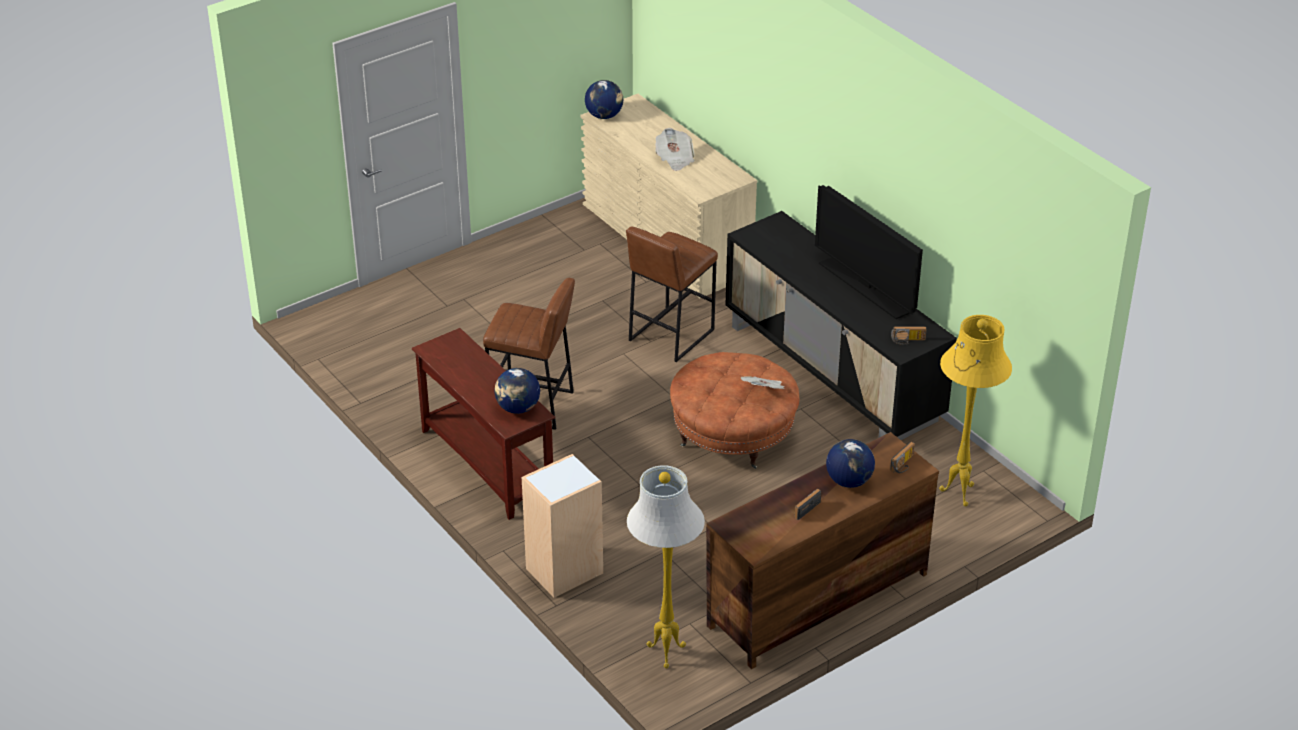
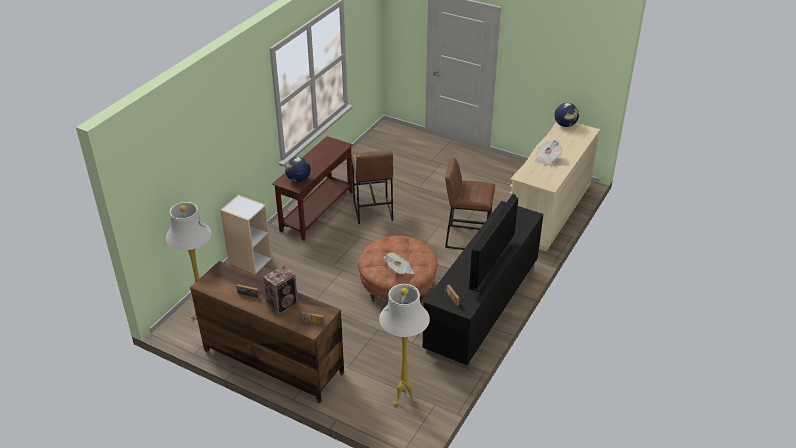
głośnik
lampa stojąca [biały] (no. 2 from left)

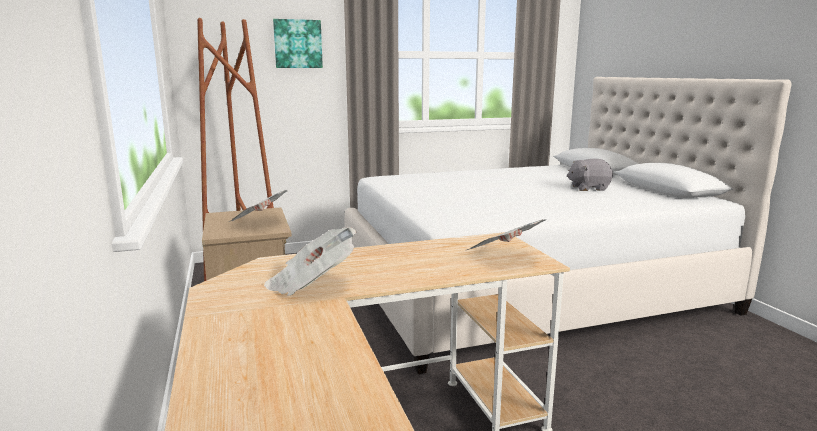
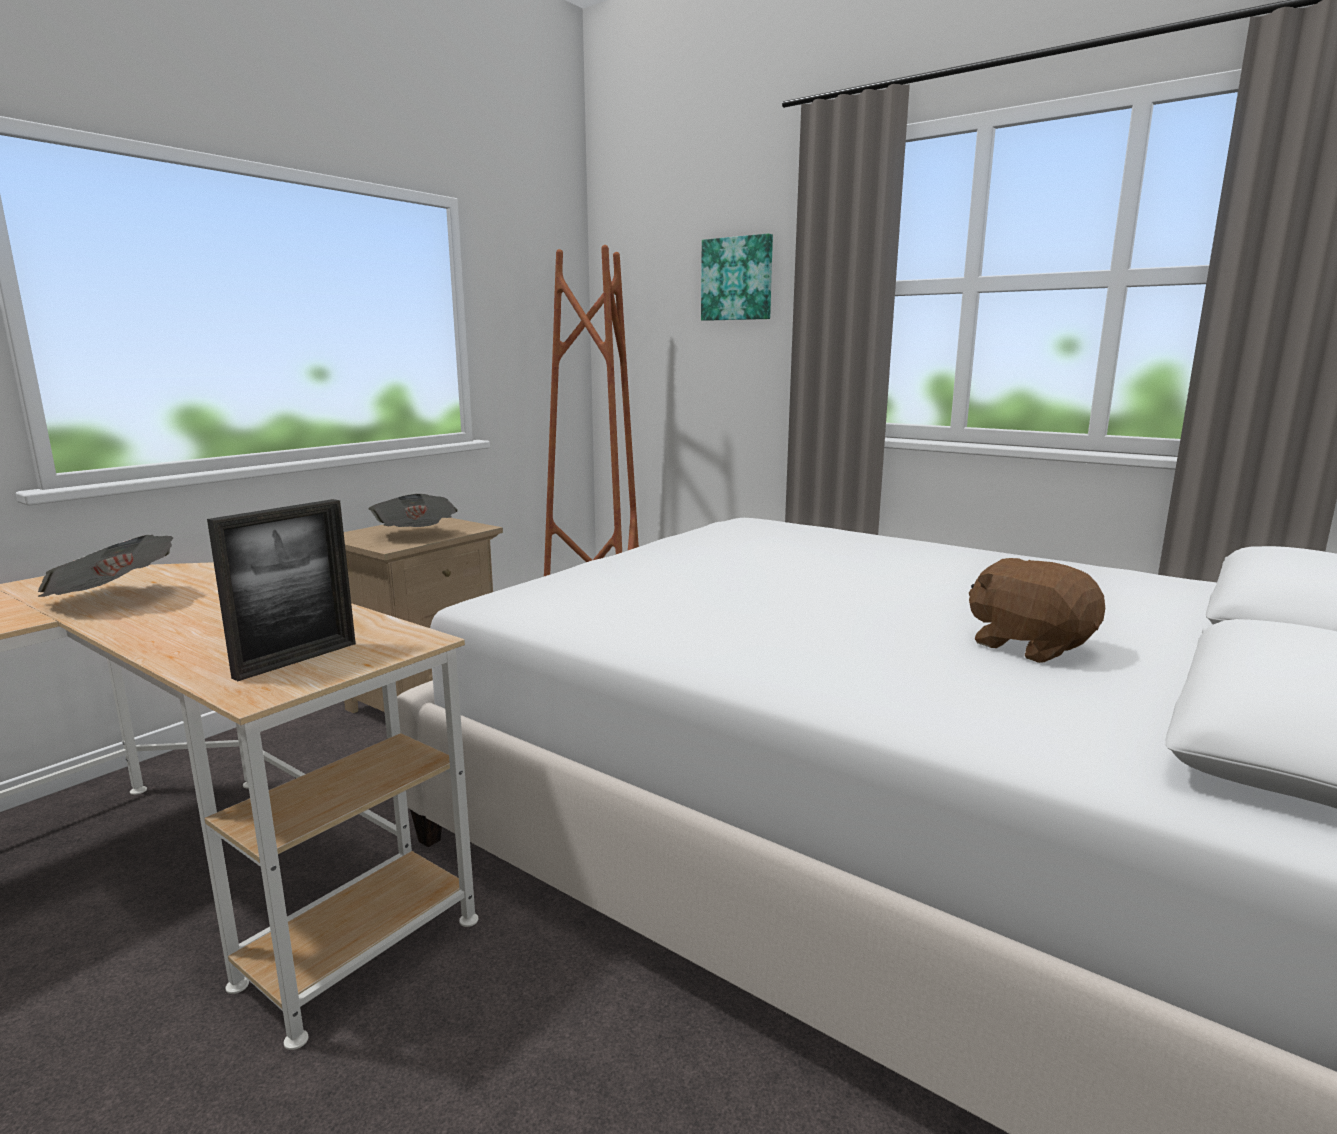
ramka na zdjęcie
pluszak [brązowy]

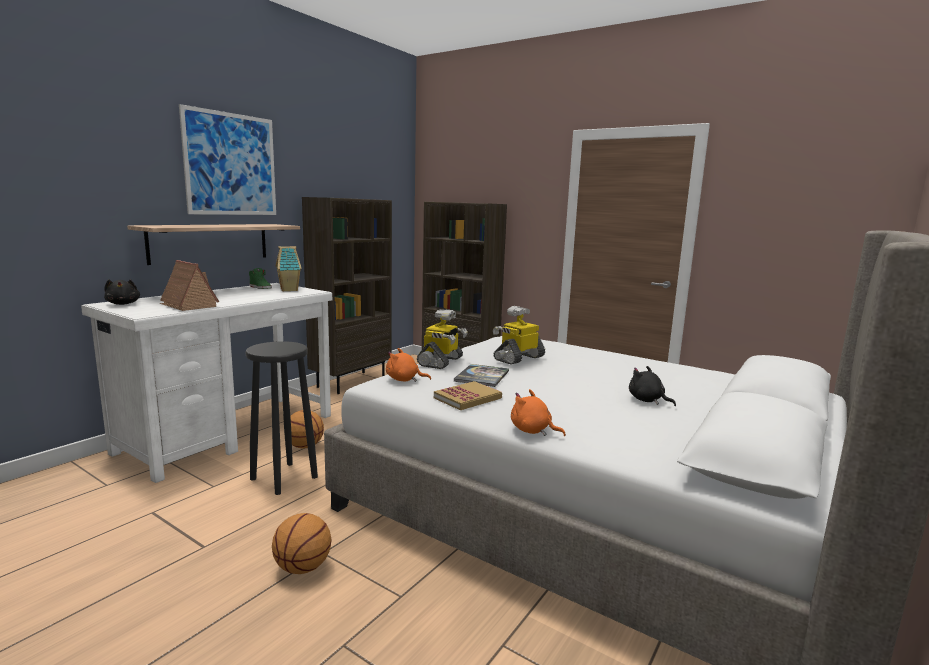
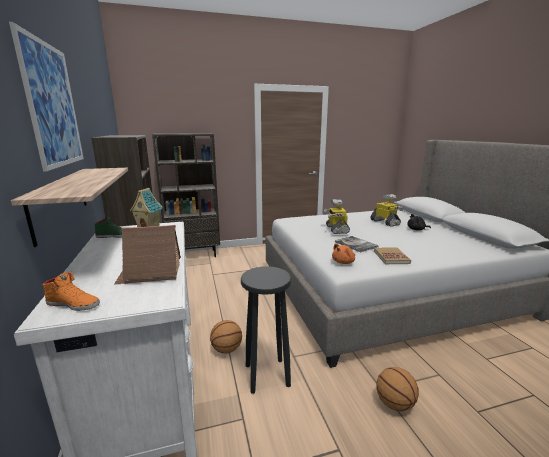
pluszak [pomarańczowy] (no. 2 from left in the first image)
robot zabawkowy (no. 2 from left)
but [pomarańczowy]

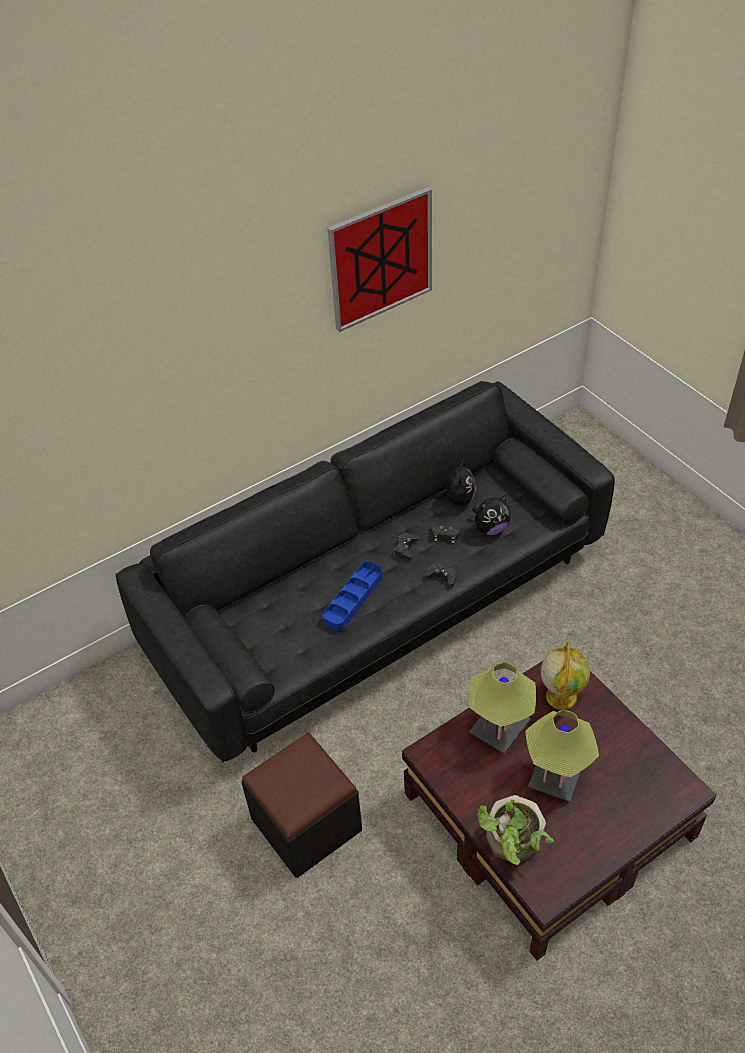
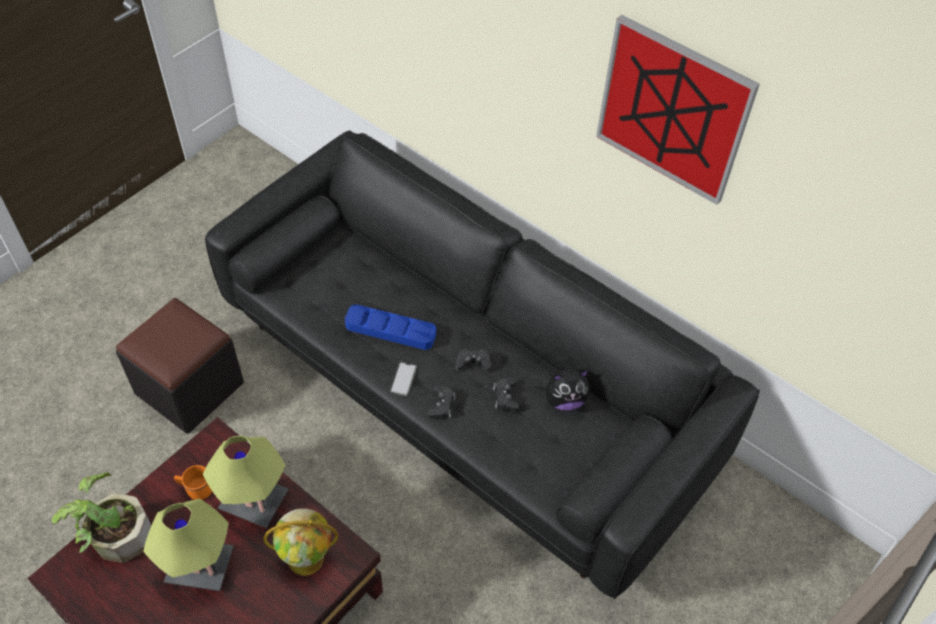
pluszak (no. 2 from left in the first image)
kubek [pomarańczowy]
telefon

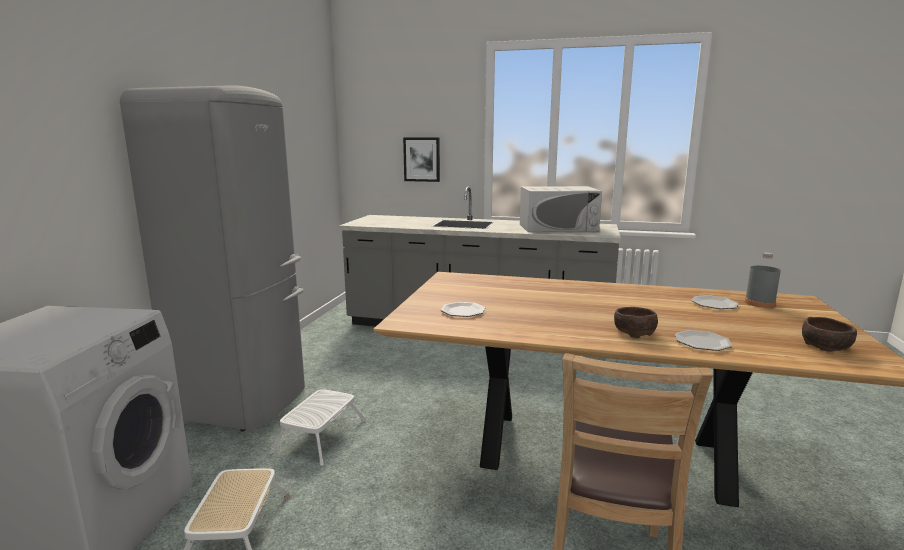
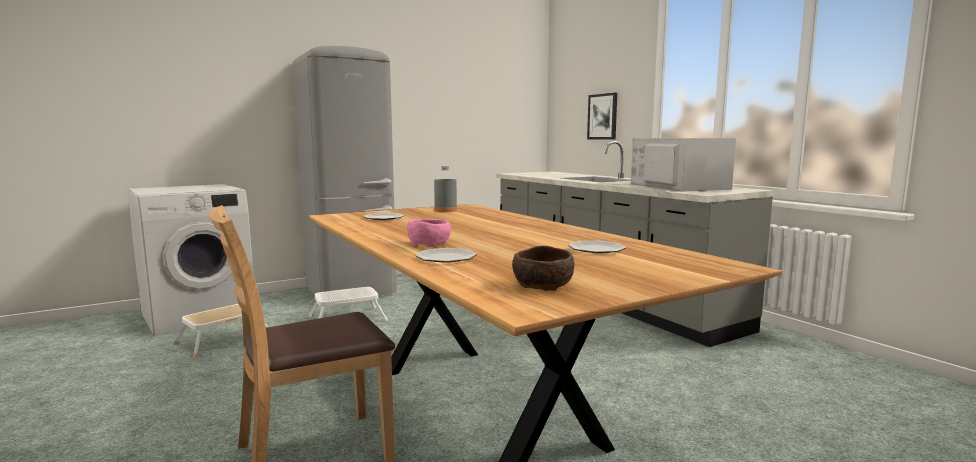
butelka [szary]
miska [różowy]
mikrofalówka [biały]

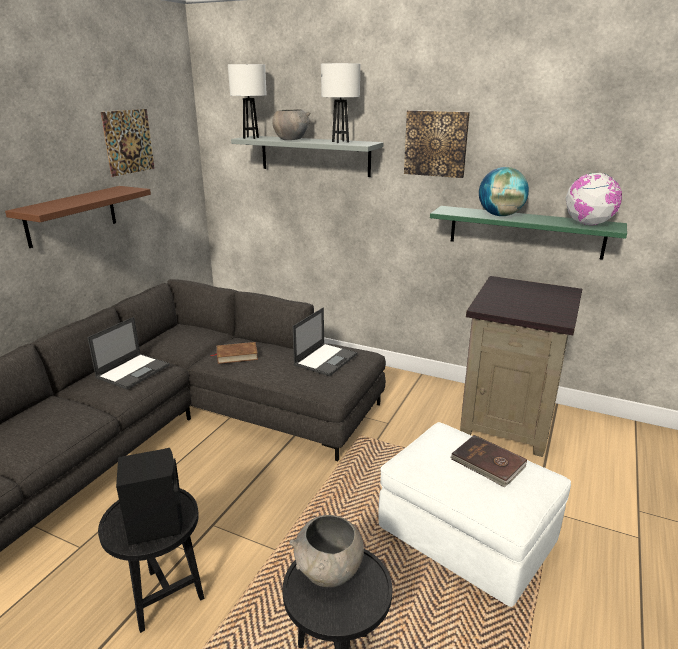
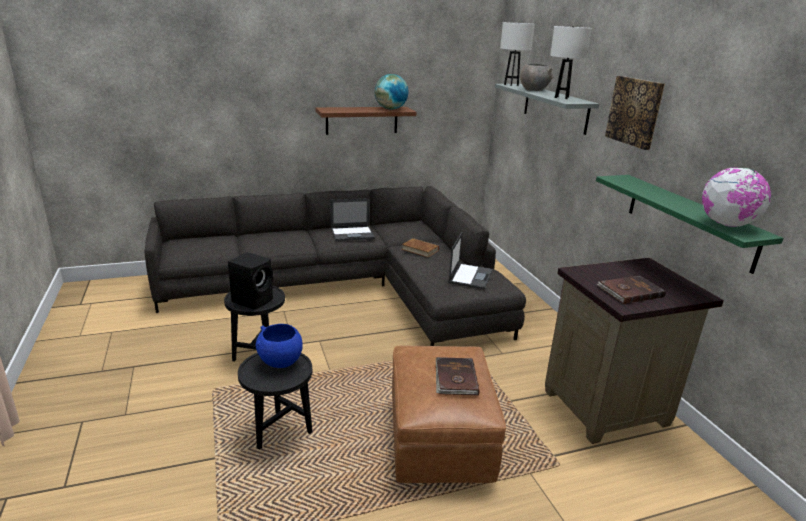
obraz (no. 1 from left in the first image)
książka [brązowy] (no. 3 from left)
globus (no. 1 from left)
miska [niebieski]
pufa [brązowy]
laptop (no. 2 from left)

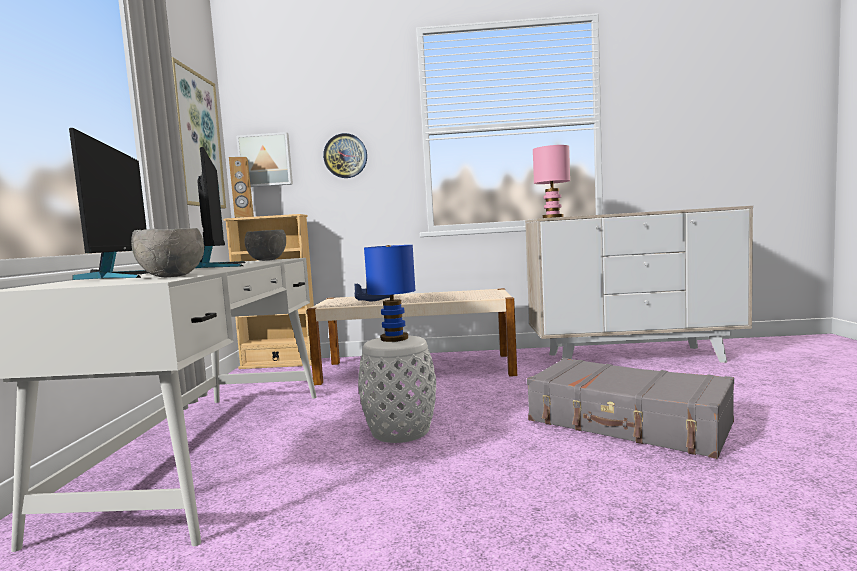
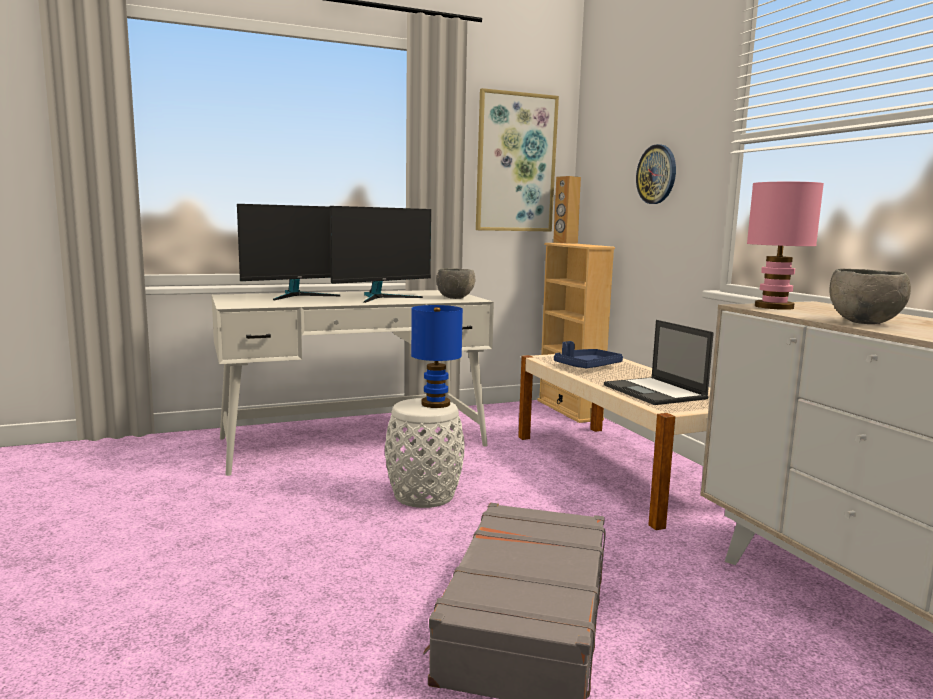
obraz (no. 2 from left in the first image)
laptop
miska [szary] (no. 2 from left)

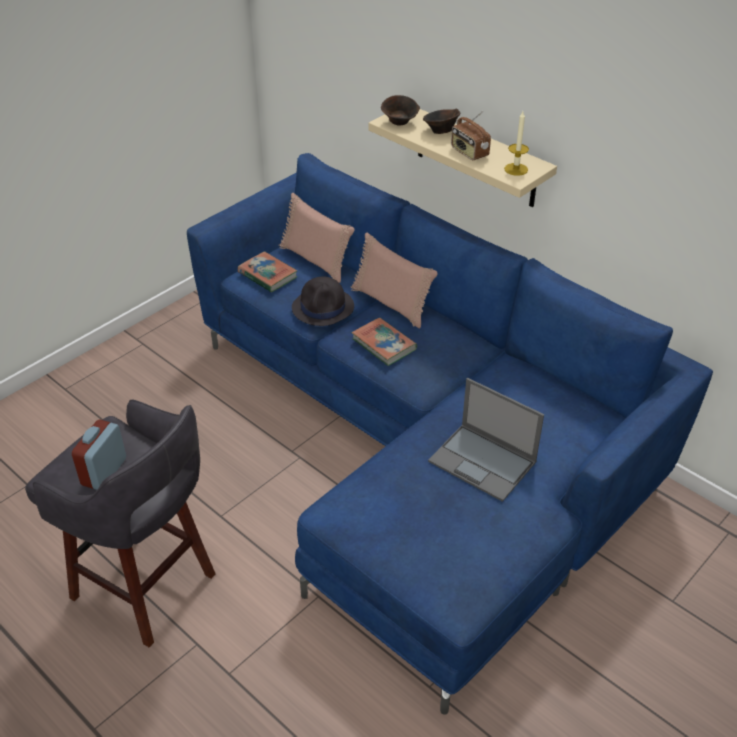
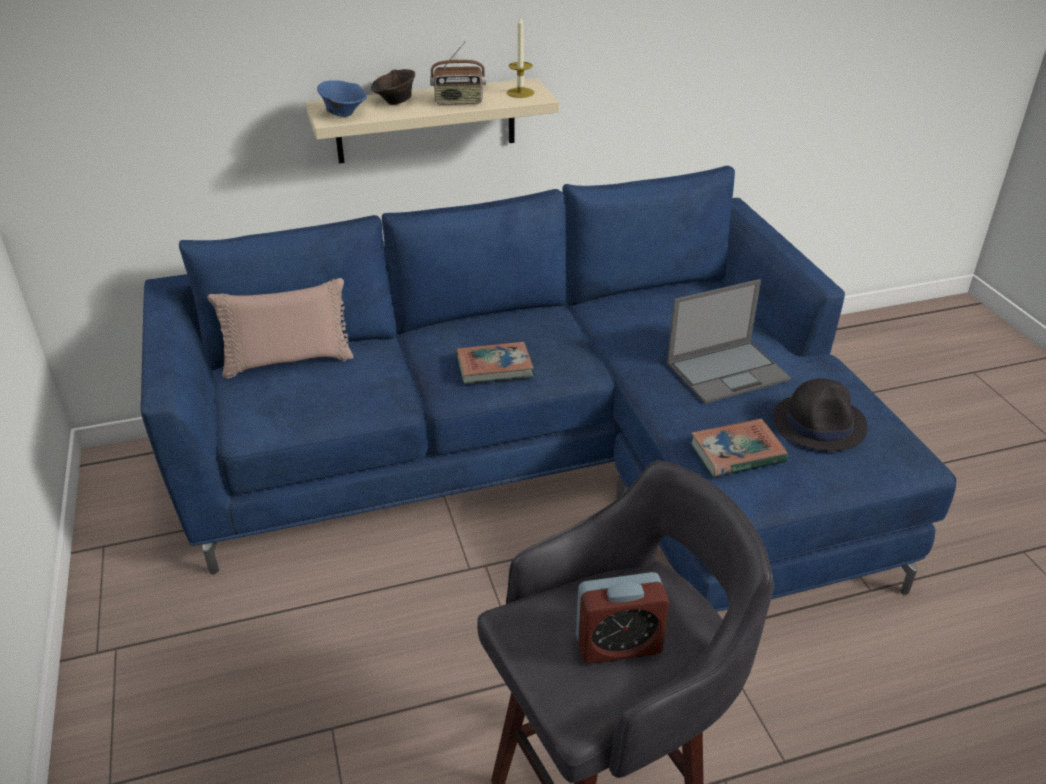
poduszka [beżowy] (no. 2 from left in the first image)
książka (no. 2 from left)
kapelusz [czarny]
miska [niebieski]
budzik

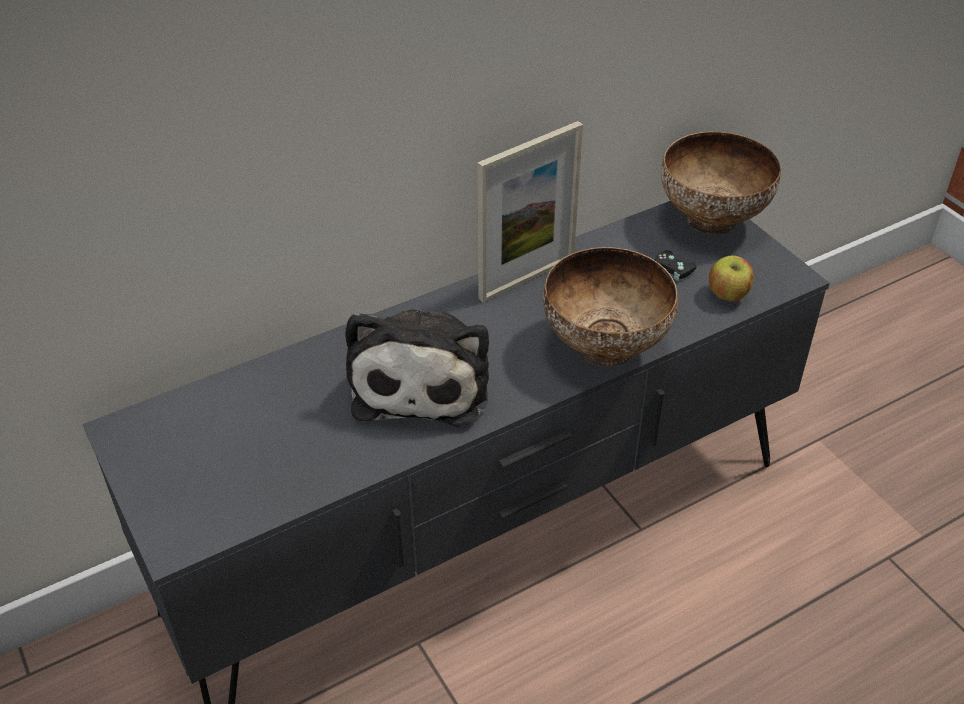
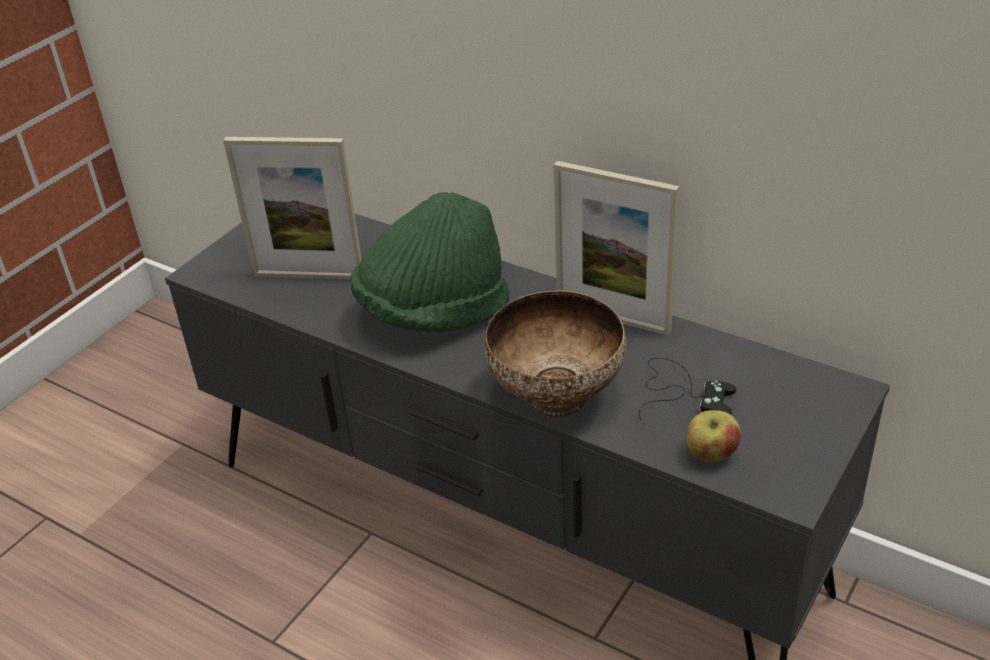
miska (no. 2 from left in the first image)
ramka na zdjęcie (no. 1 from left)
kapelusz [zielony]

